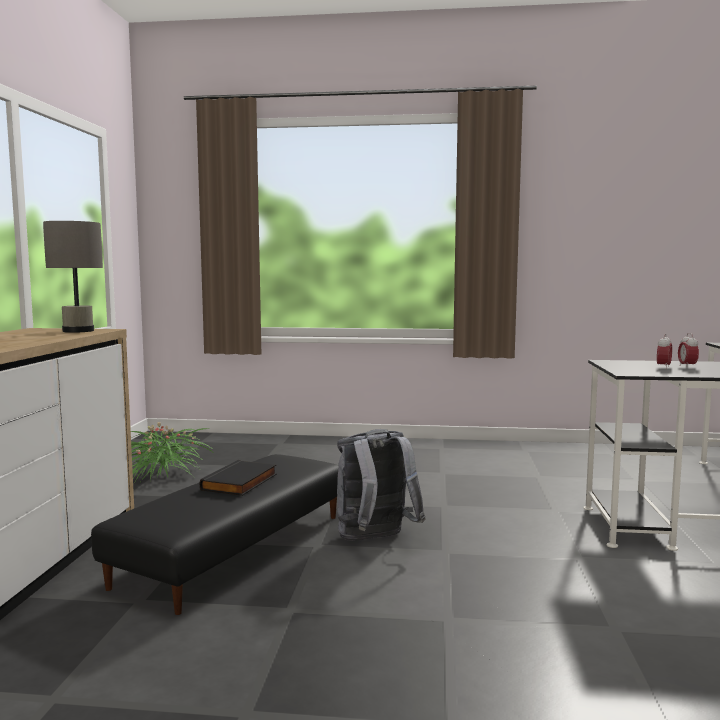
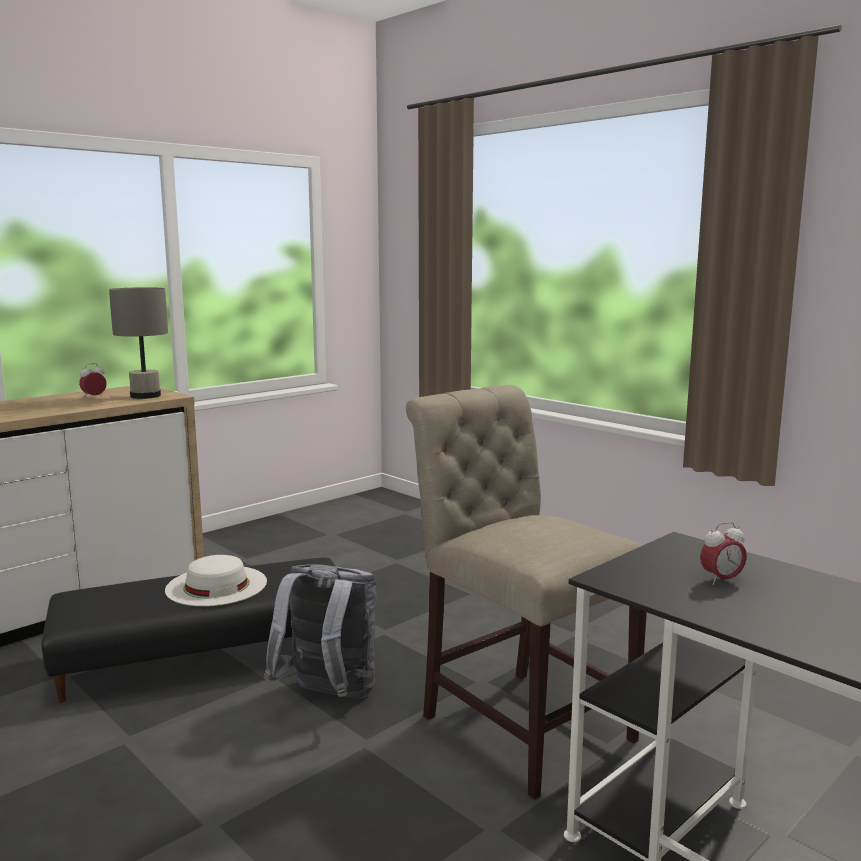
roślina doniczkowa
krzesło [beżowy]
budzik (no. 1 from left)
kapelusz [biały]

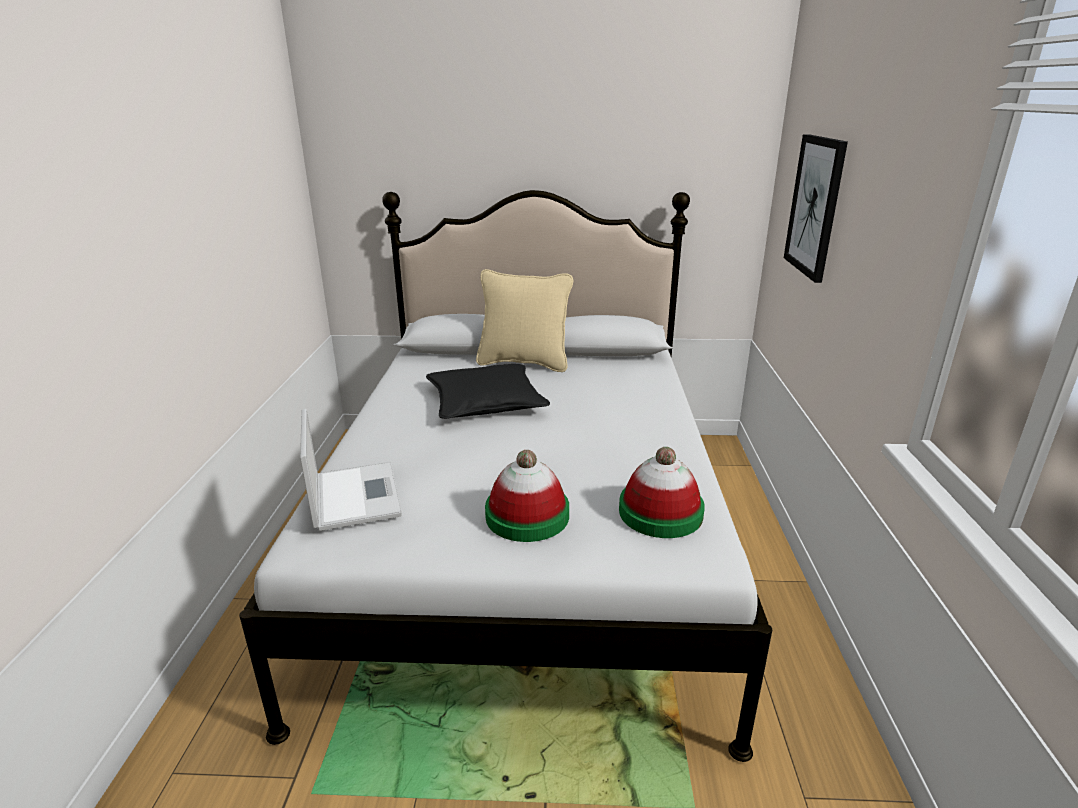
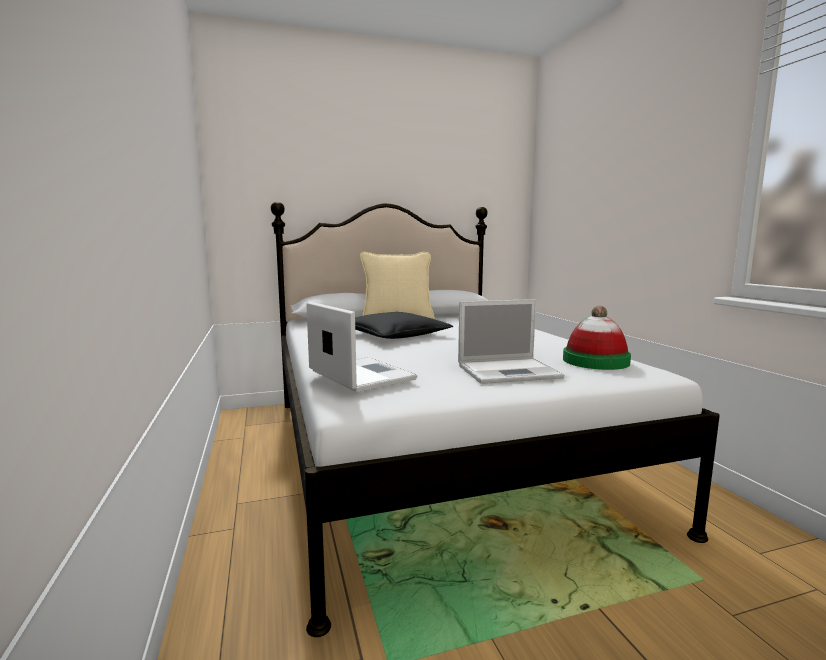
obraz
laptop (no. 2 from left)

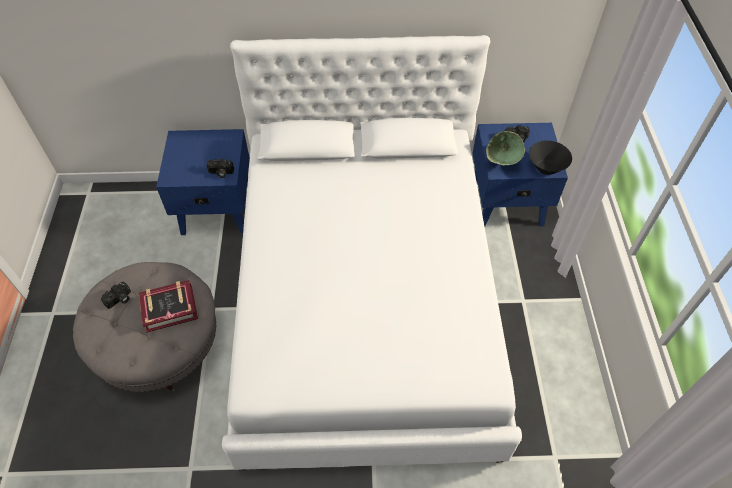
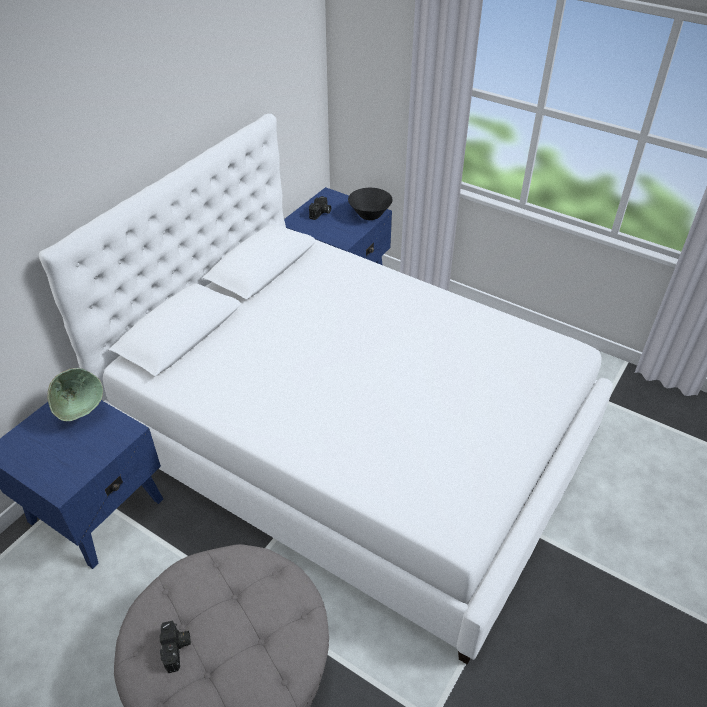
książka
aparat fotograficzny (no. 2 from left in the first image)
miska [zielony]

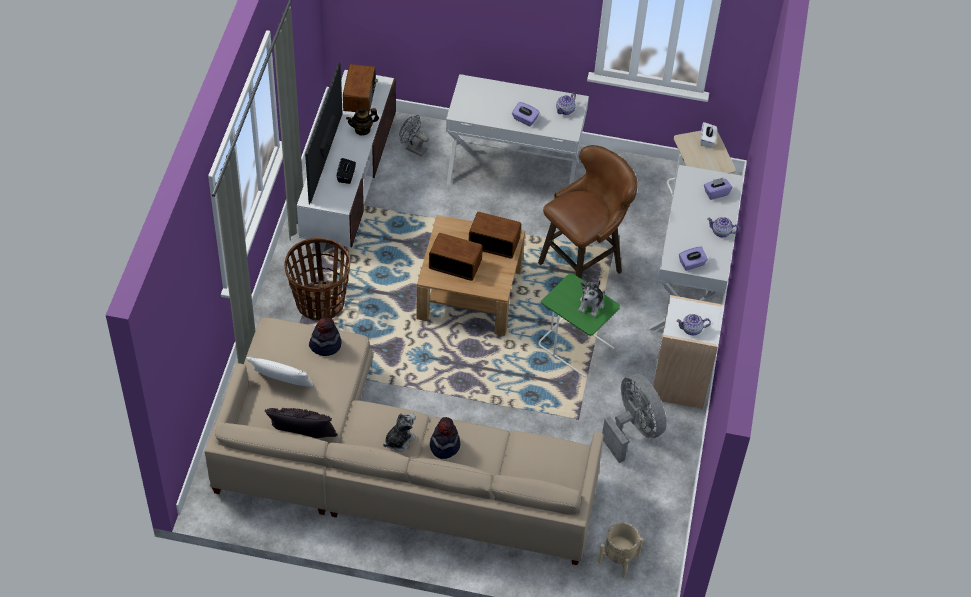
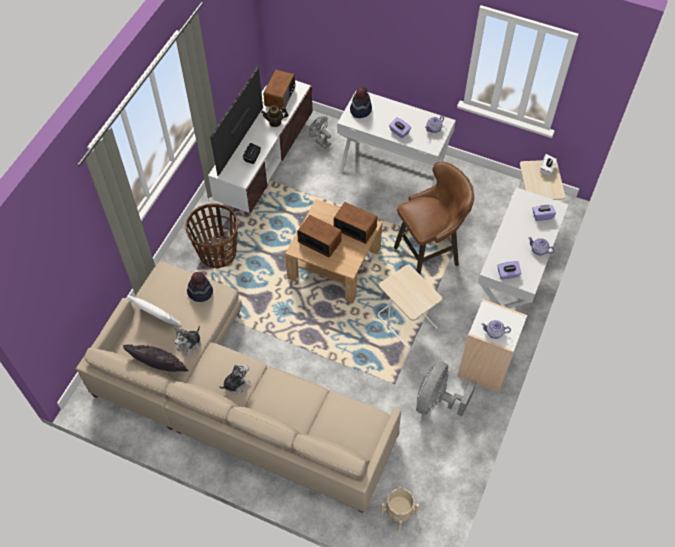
kapelusz (no. 2 from left)
pluszak (no. 1 from left)
stolik [beżowy] (no. 1 from left)
wentylator [szary] (no. 2 from left)

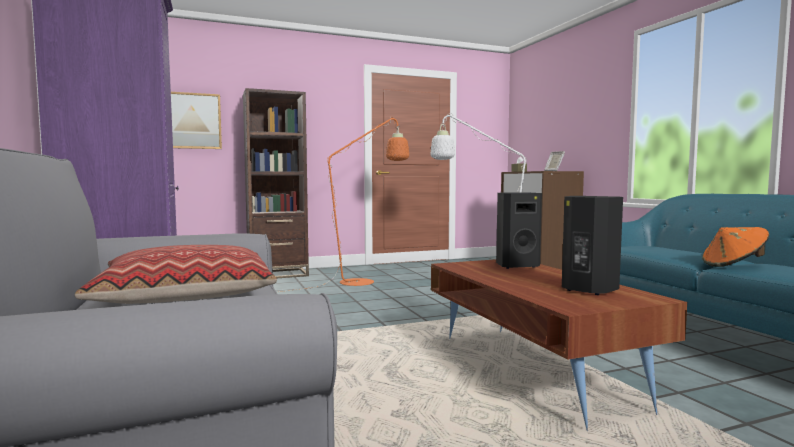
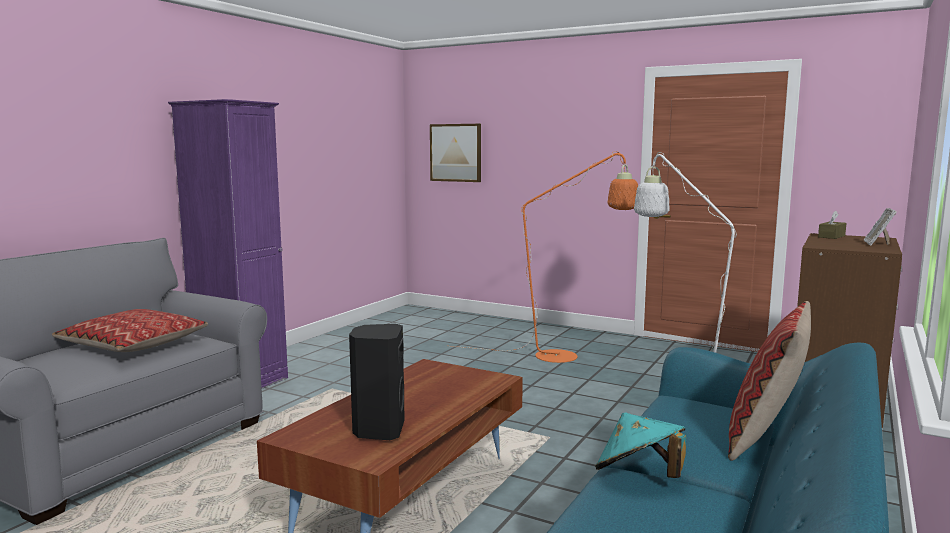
regał [brązowy]
głośnik [czarny] (no. 1 from left in the first image)
poduszka (no. 2 from left)
kapelusz [turkusowy]

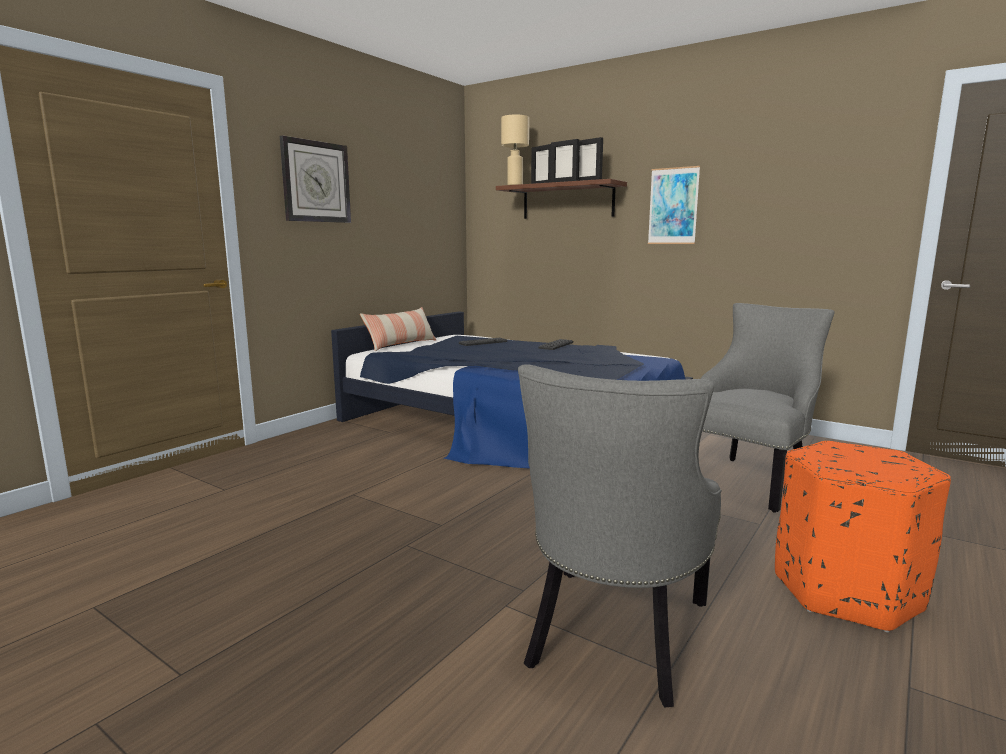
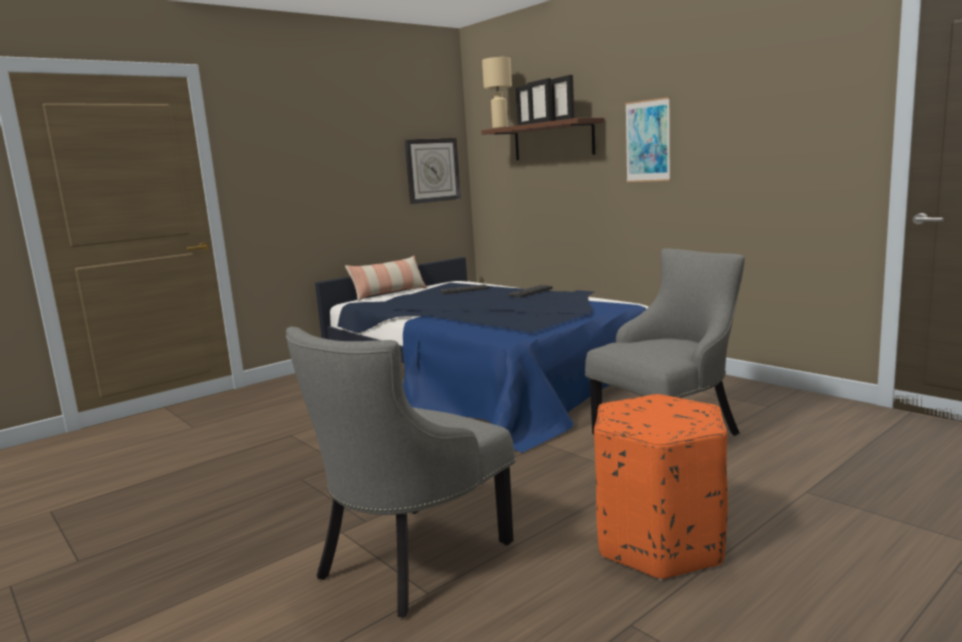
zegar ścienny

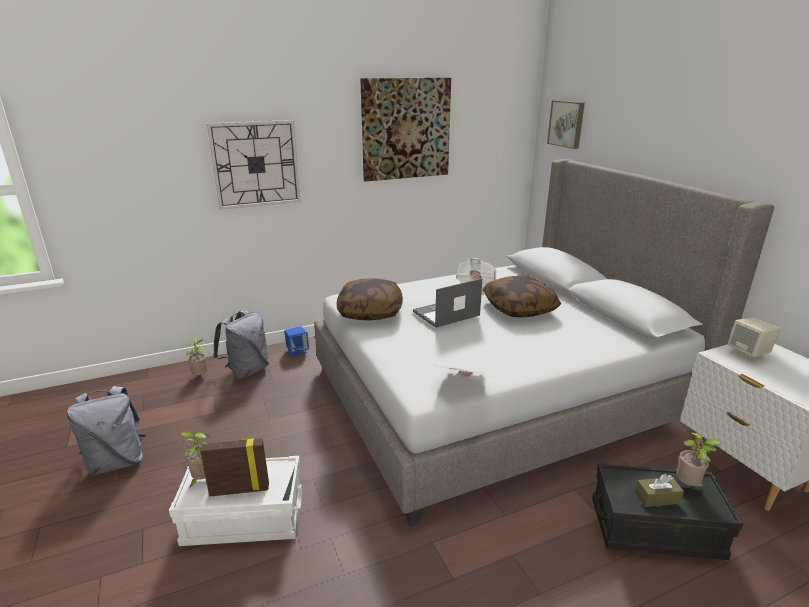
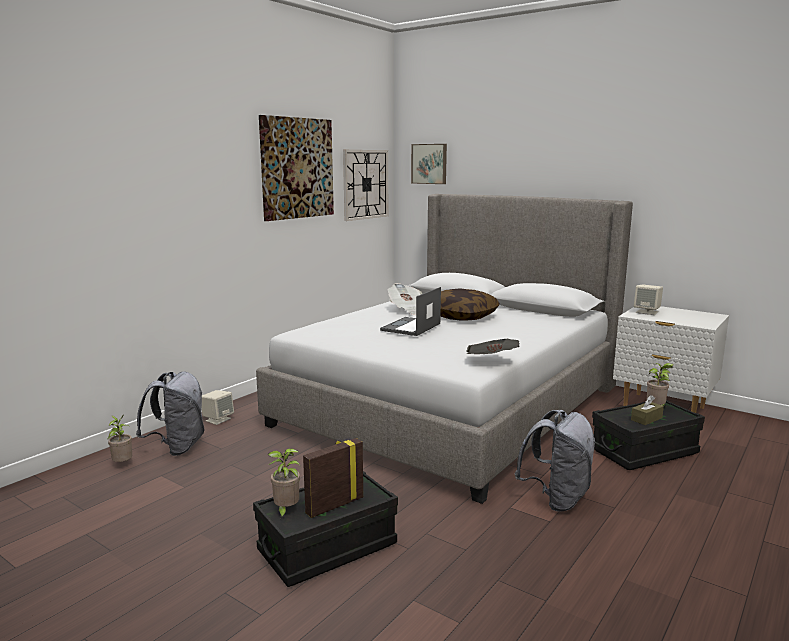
poduszka (no. 1 from left in the first image)
plecak [szary] (no. 2 from left)
zegar ścienny
pojemnik do przechowywania [czarny] (no. 1 from left)
głośnik [beżowy] (no. 1 from left)

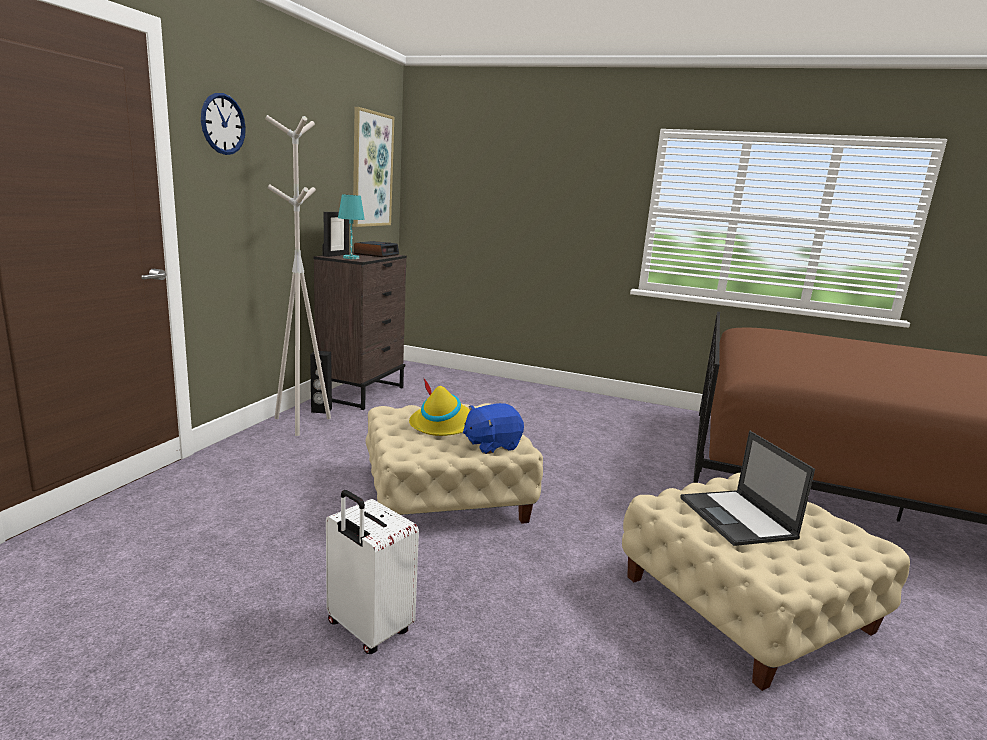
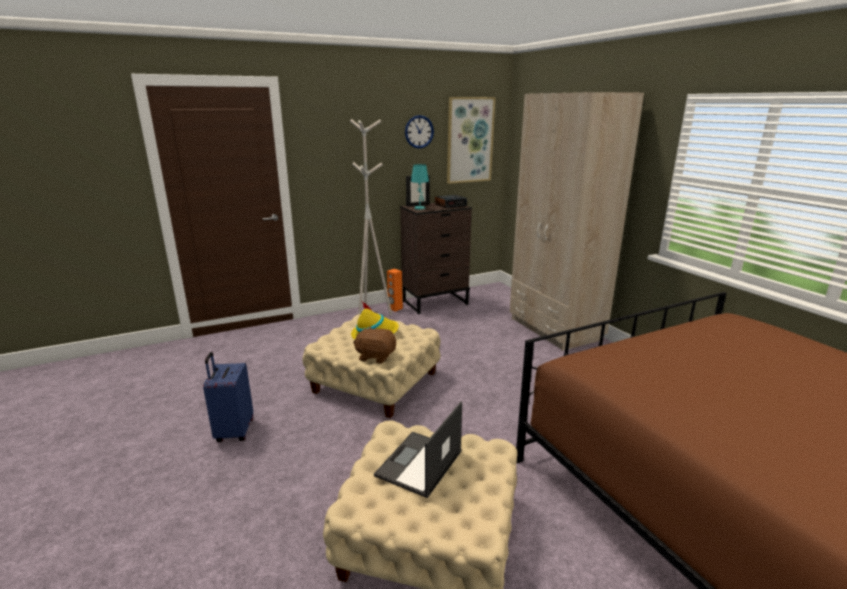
szafa [beżowy]
zegar ścienny
głośnik [pomarańczowy]
walizka [niebieski]
pluszak [brązowy]

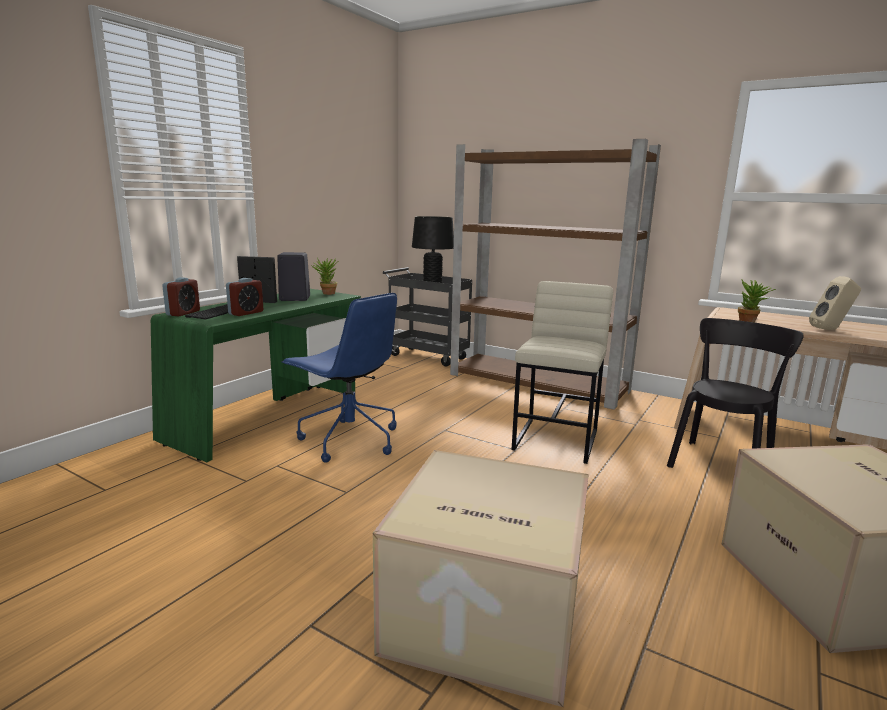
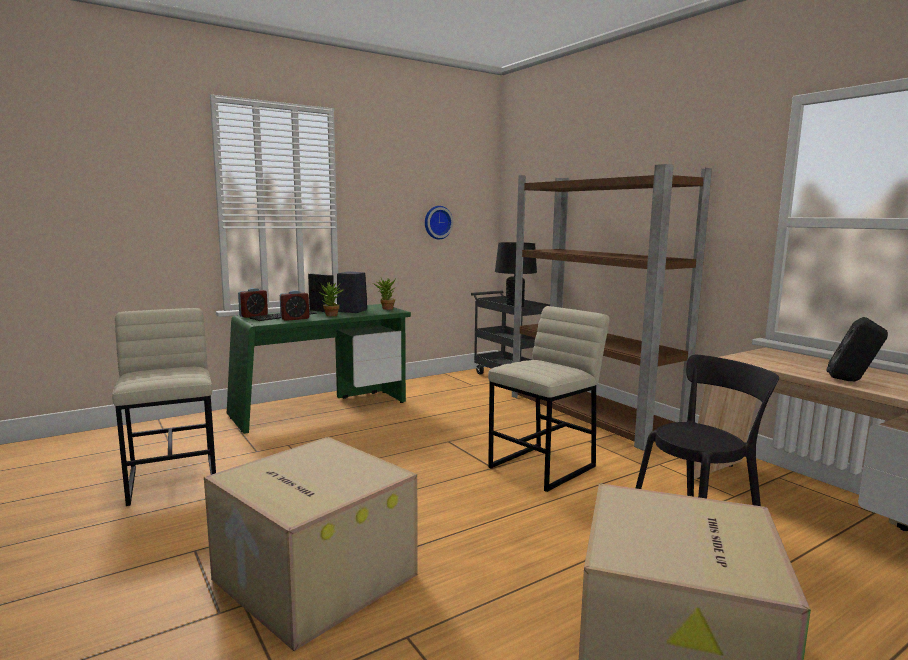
krzesło biurowe [niebieski]
krzesło [beżowy] (no. 1 from left)
zegar ścienny
roślina doniczkowa (no. 1 from left)
głośnik [czarny] (no. 2 from left)

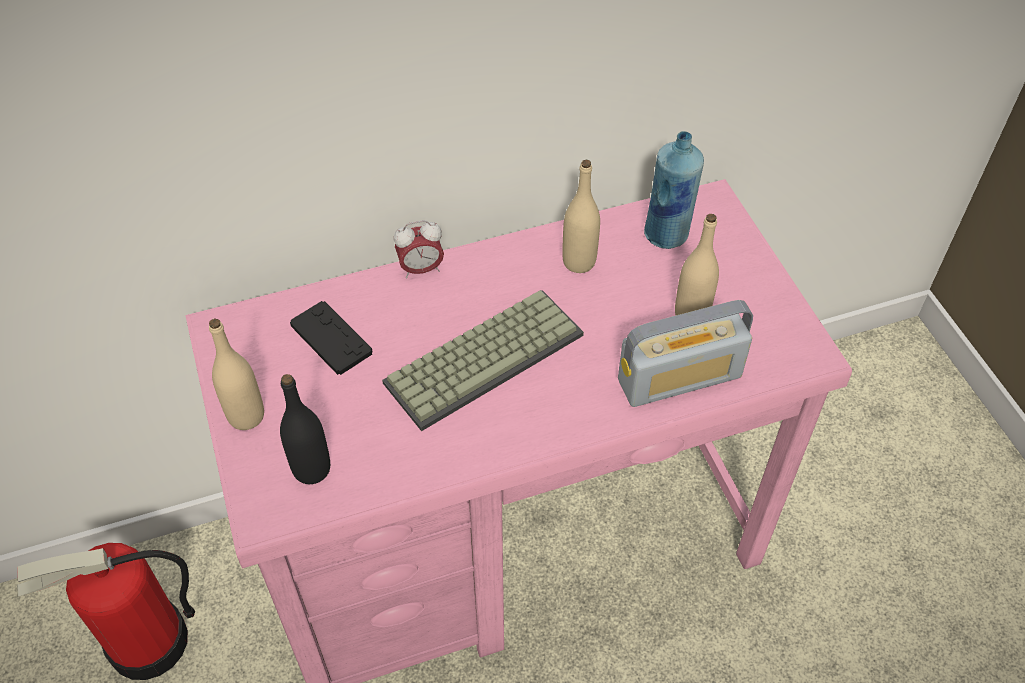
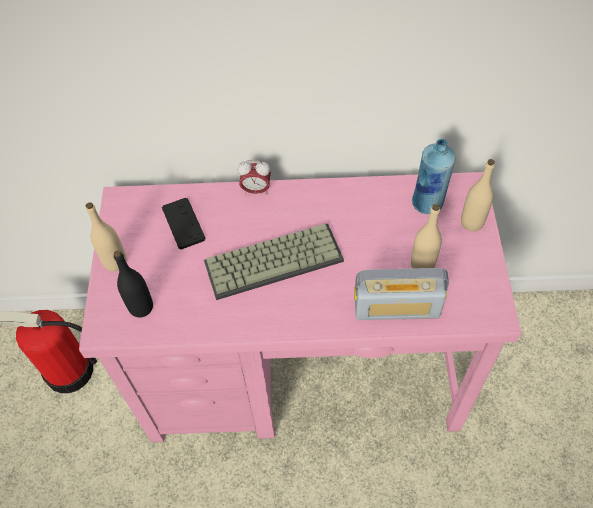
butelka [beżowy] (no. 3 from left)

